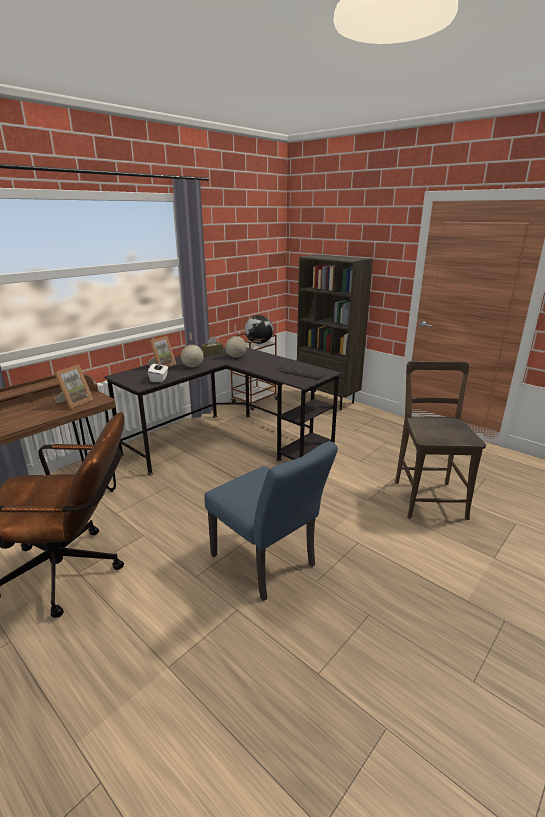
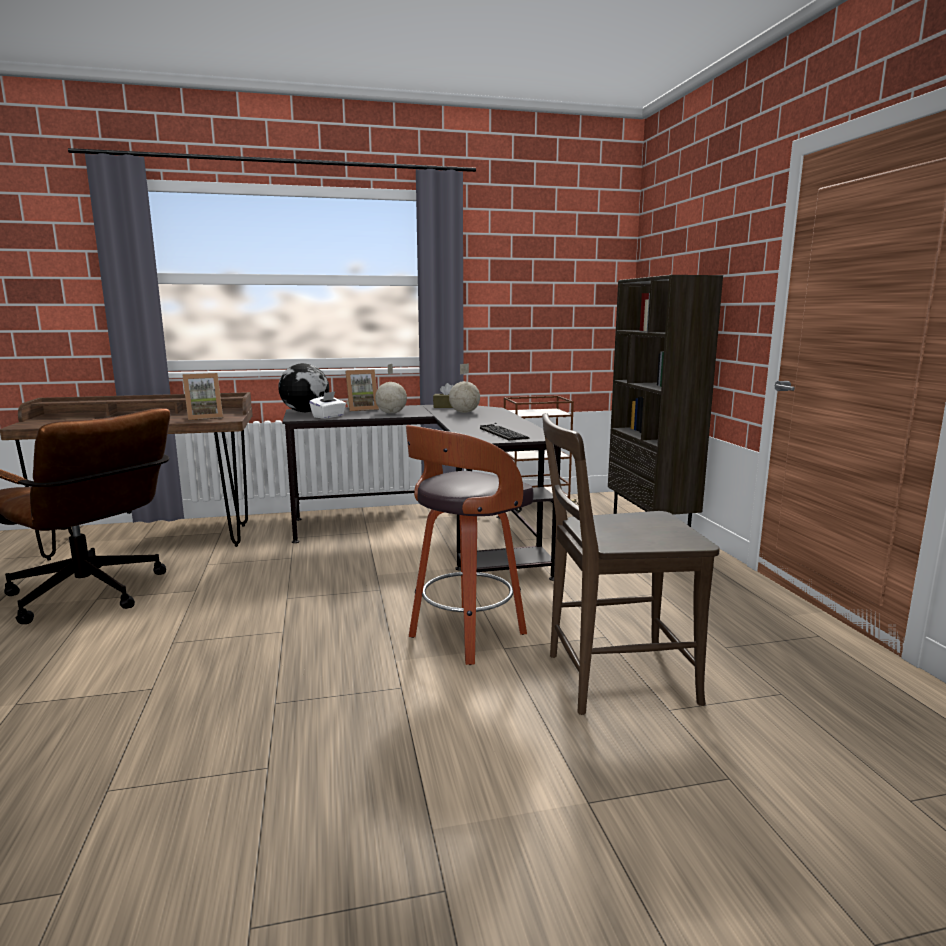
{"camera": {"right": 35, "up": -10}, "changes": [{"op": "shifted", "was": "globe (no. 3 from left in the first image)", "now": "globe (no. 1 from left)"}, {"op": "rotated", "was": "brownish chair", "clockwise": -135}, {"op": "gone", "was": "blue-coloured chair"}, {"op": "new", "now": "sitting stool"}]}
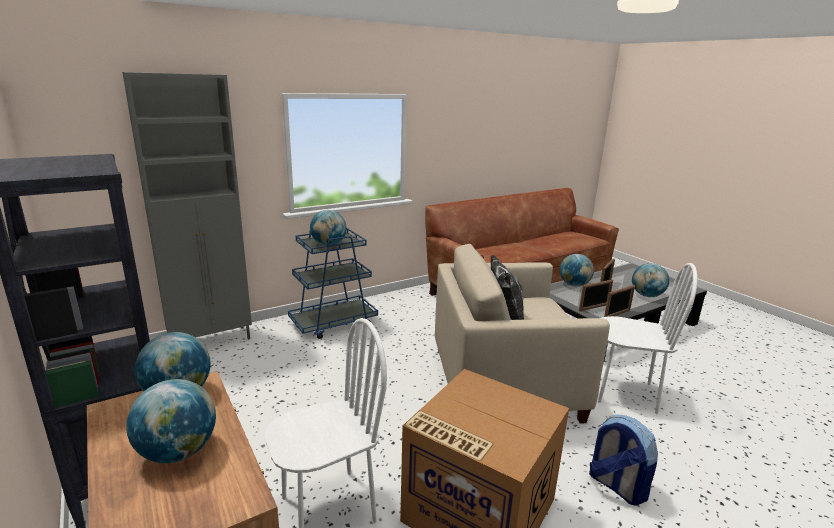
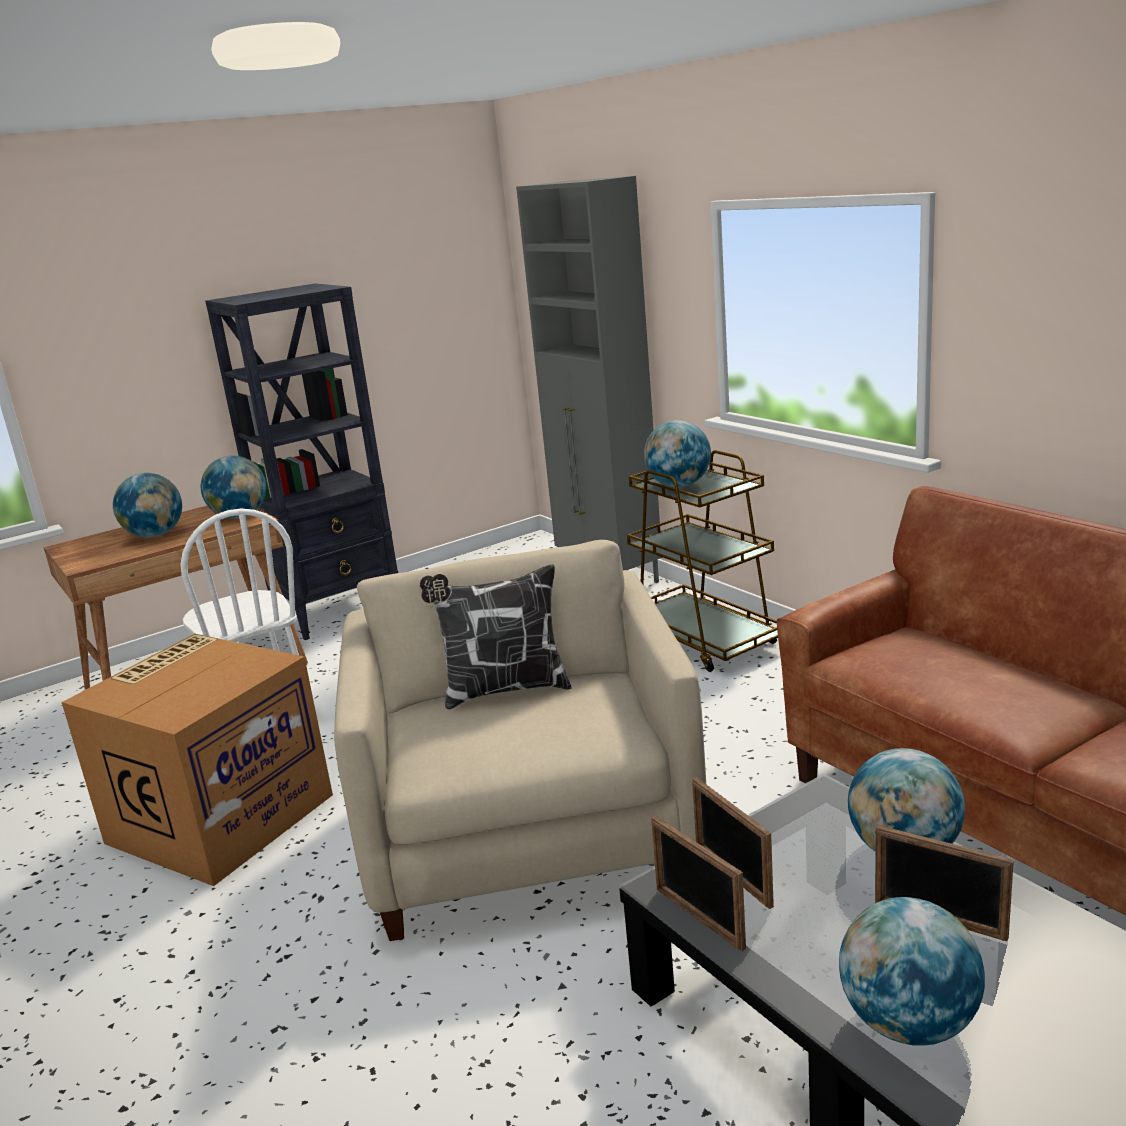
{"camera": {"right": 90, "up": 0}, "changes": [{"op": "repainted", "was": "blue-coloured trolley", "now": "brownish trolley"}, {"op": "gone", "was": "white-coloured chair (no. 2 from left)"}, {"op": "gone", "was": "knapsack"}]}
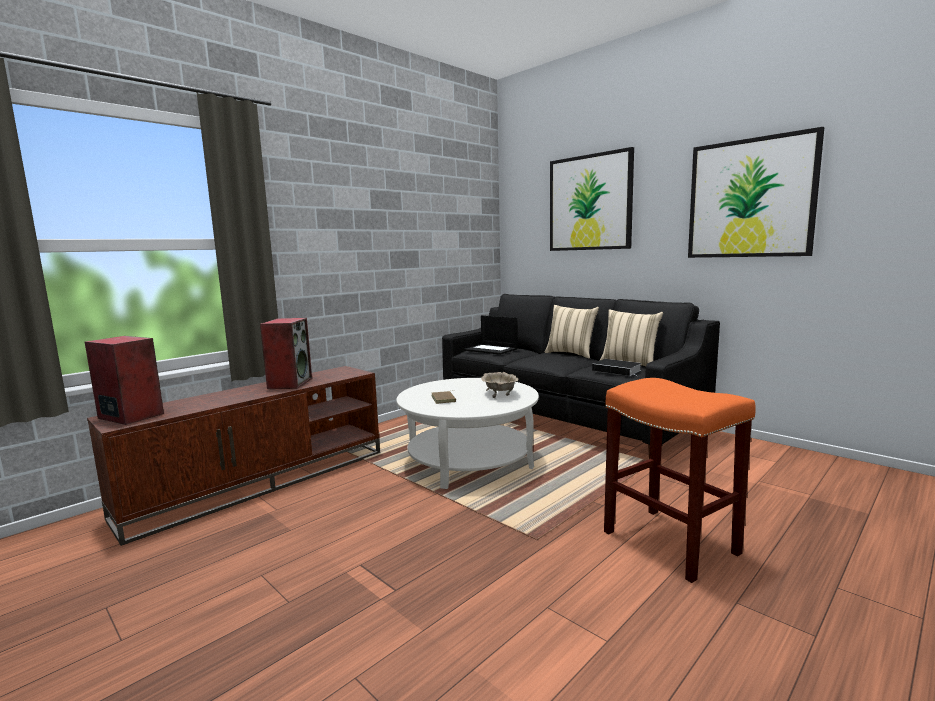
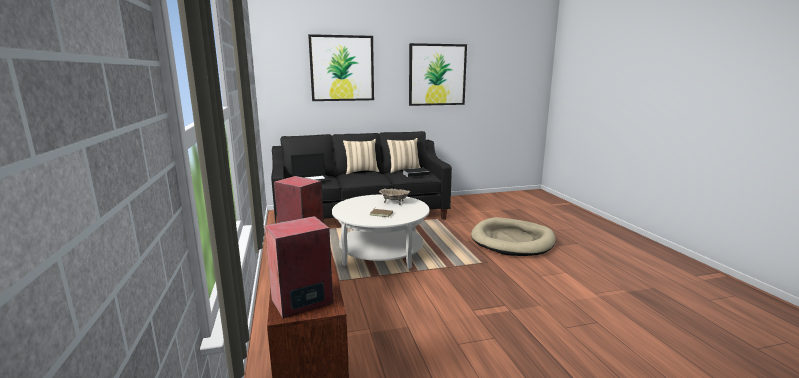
{"camera": {"right": -60, "up": 5}, "changes": [{"op": "swapped", "was": "orangey sitting stool", "now": "beige-coloured dog cushion"}]}
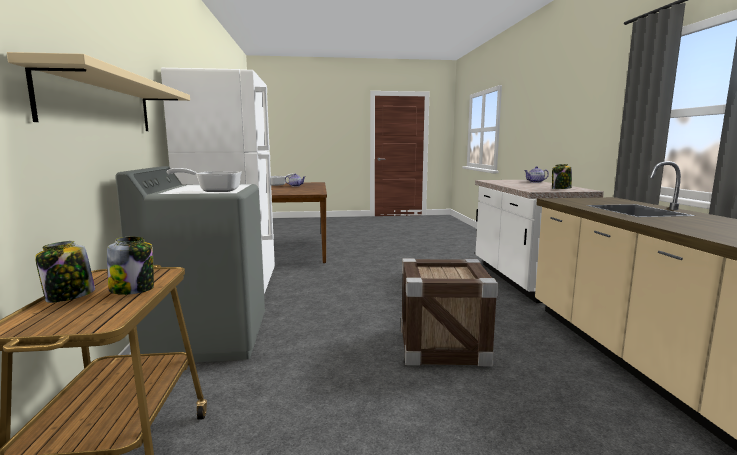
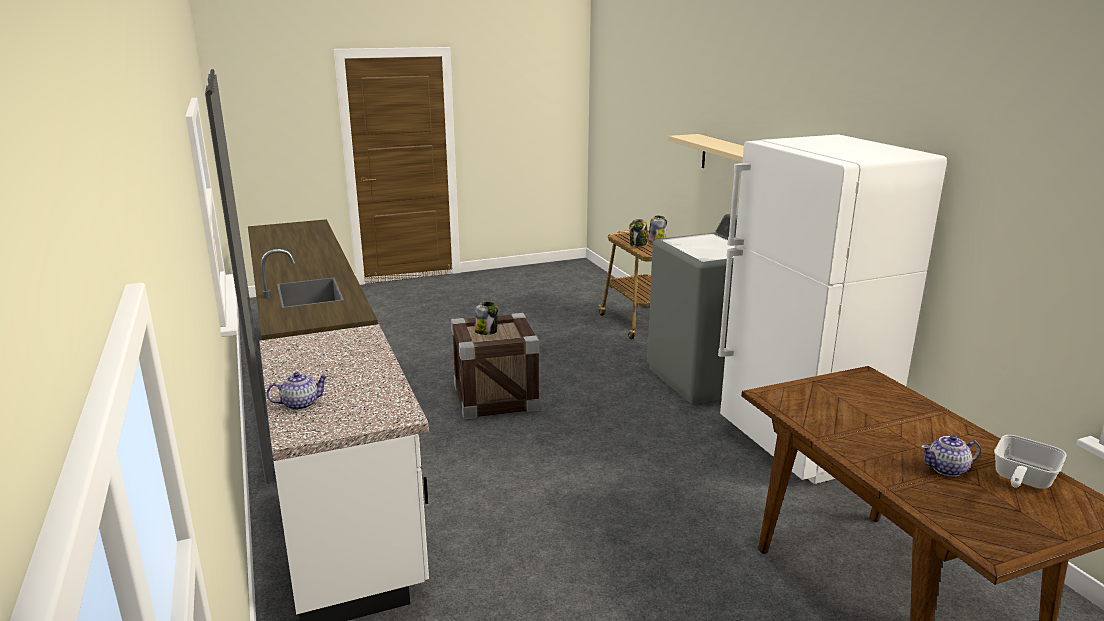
{"camera": {"right": 165, "up": 10}, "changes": [{"op": "shifted", "was": "jar (no. 3 from left in the first image)", "now": "jar (no. 1 from left)"}, {"op": "gone", "was": "frying pan (no. 1 from left)"}]}
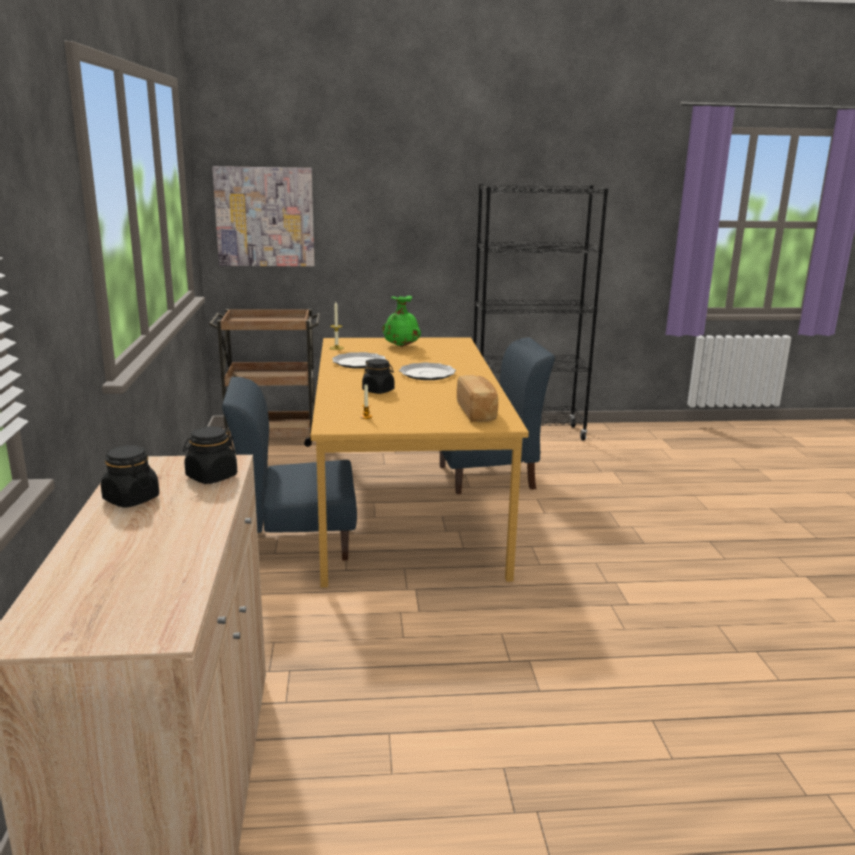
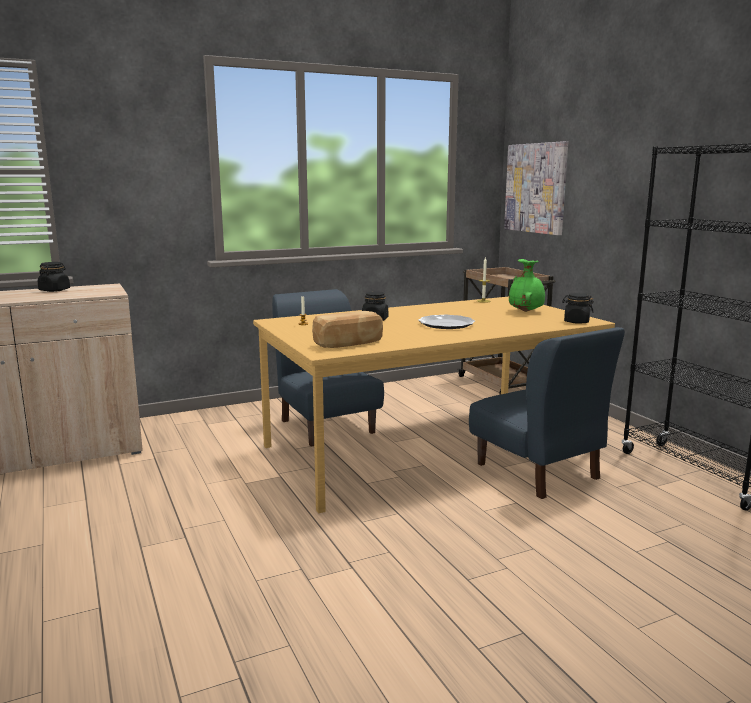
{"camera": {"right": 70, "up": -5}, "changes": [{"op": "gone", "was": "dinner plate (no. 1 from left)"}, {"op": "shifted", "was": "black jar (no. 2 from left in the first image)", "now": "black jar (no. 3 from left)"}]}
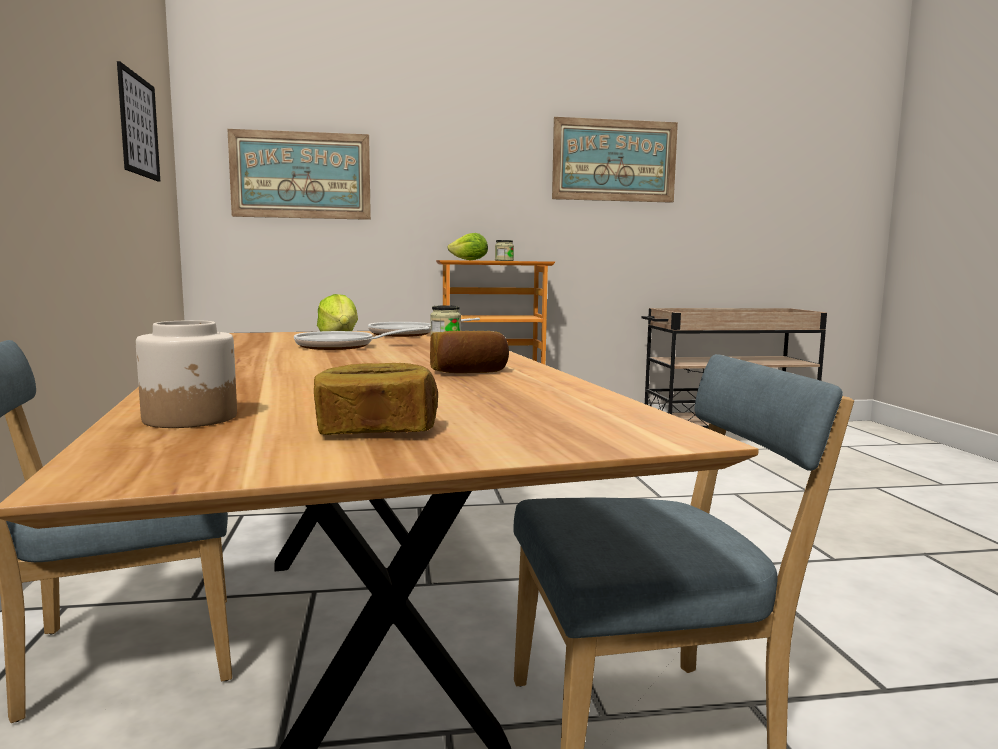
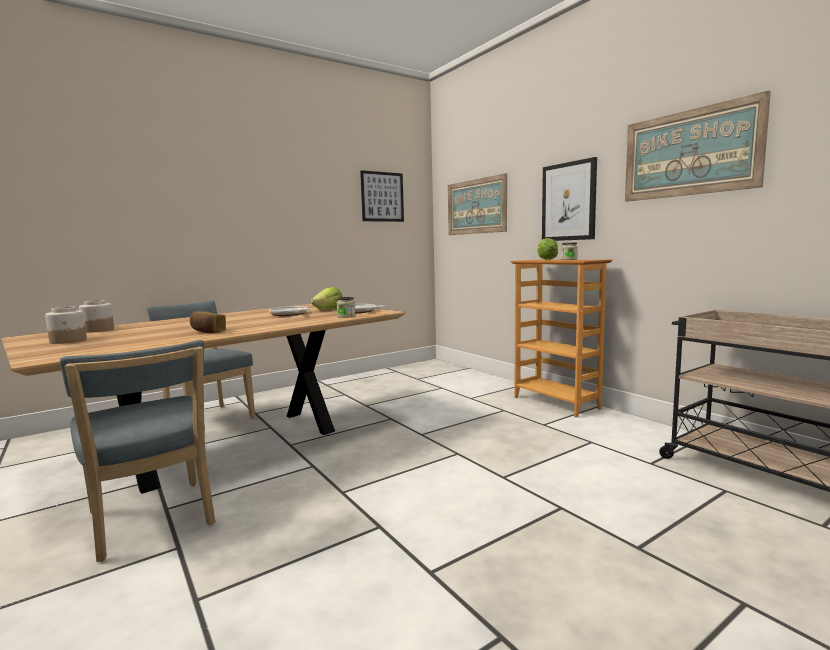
{"camera": {"right": 65, "up": 0}, "changes": [{"op": "swapped", "was": "bakery bread (no. 1 from left)", "now": "jar (no. 1 from left)"}, {"op": "new", "now": "picture (no. 3 from left)"}]}
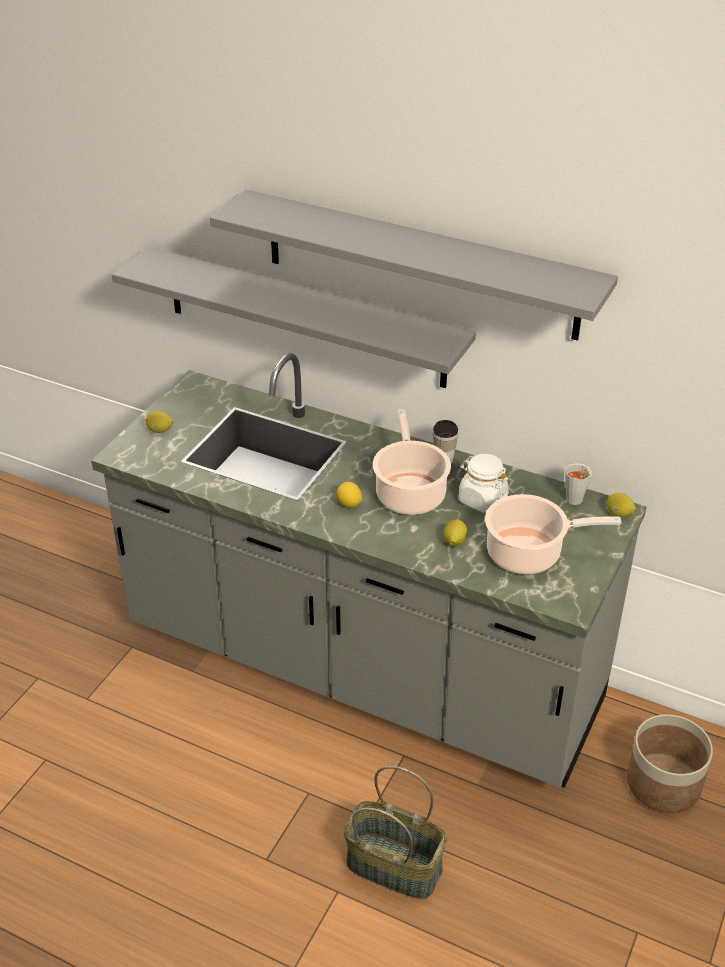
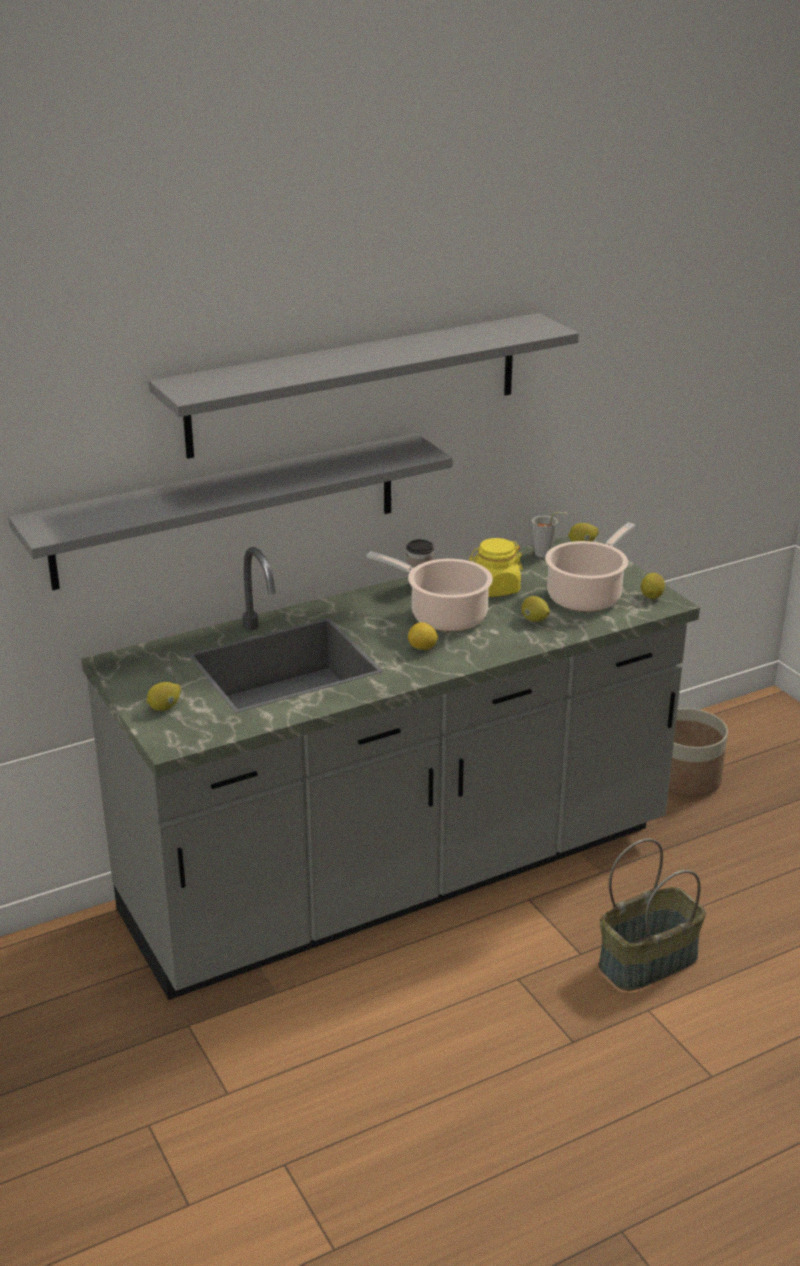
{"camera": {"right": -55, "up": -10}, "changes": [{"op": "repainted", "was": "white-coloured jar", "now": "yellowish jar"}, {"op": "new", "now": "citrus fruit (no. 5 from left)"}]}
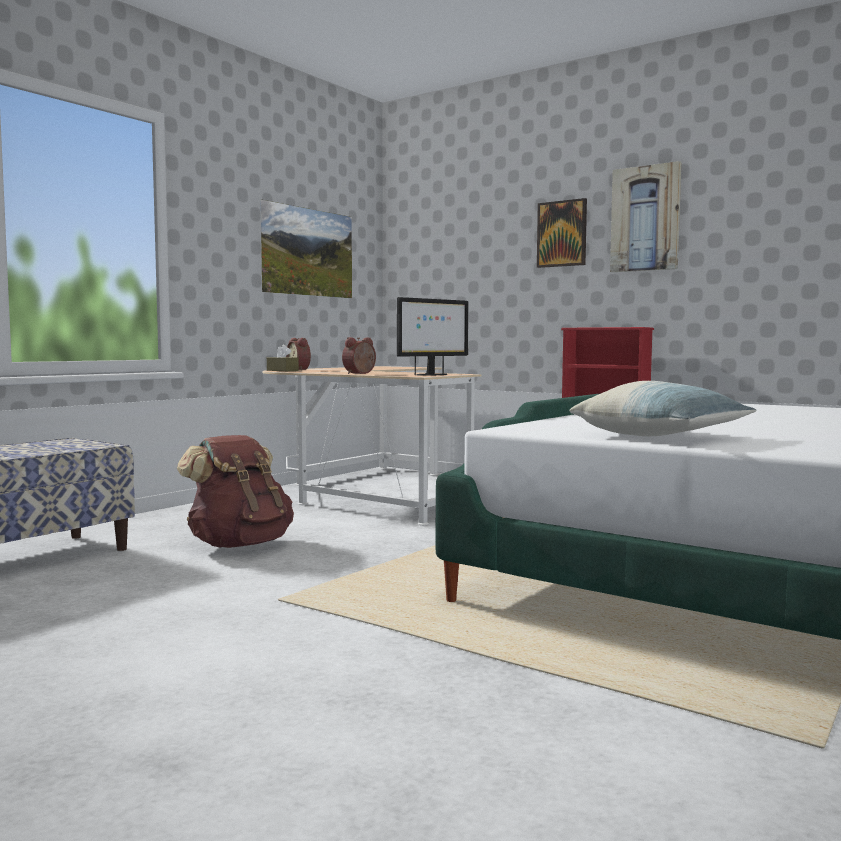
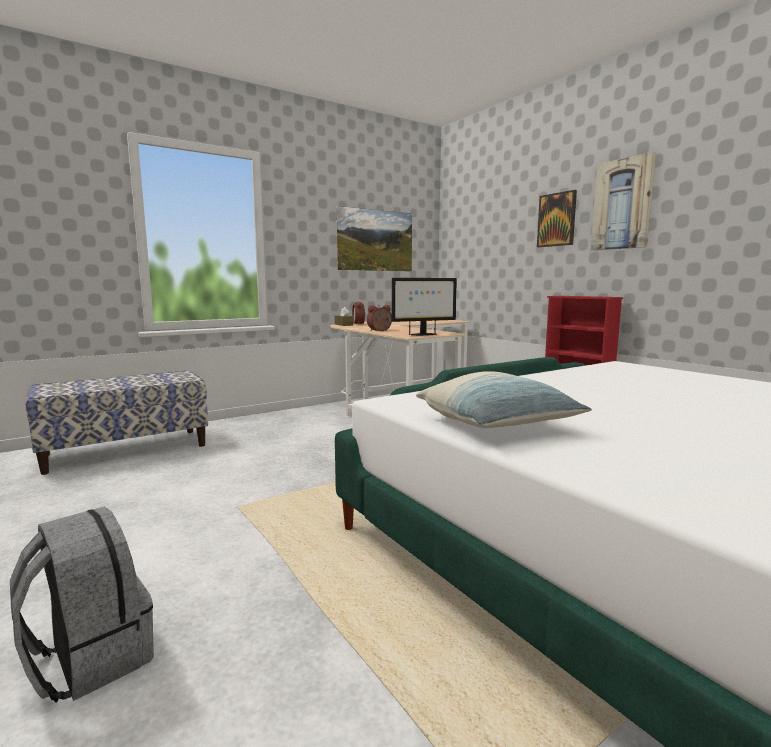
{"camera": {"right": 20, "up": 5}, "changes": [{"op": "gone", "was": "brownish knapsack"}, {"op": "new", "now": "gray knapsack"}]}
